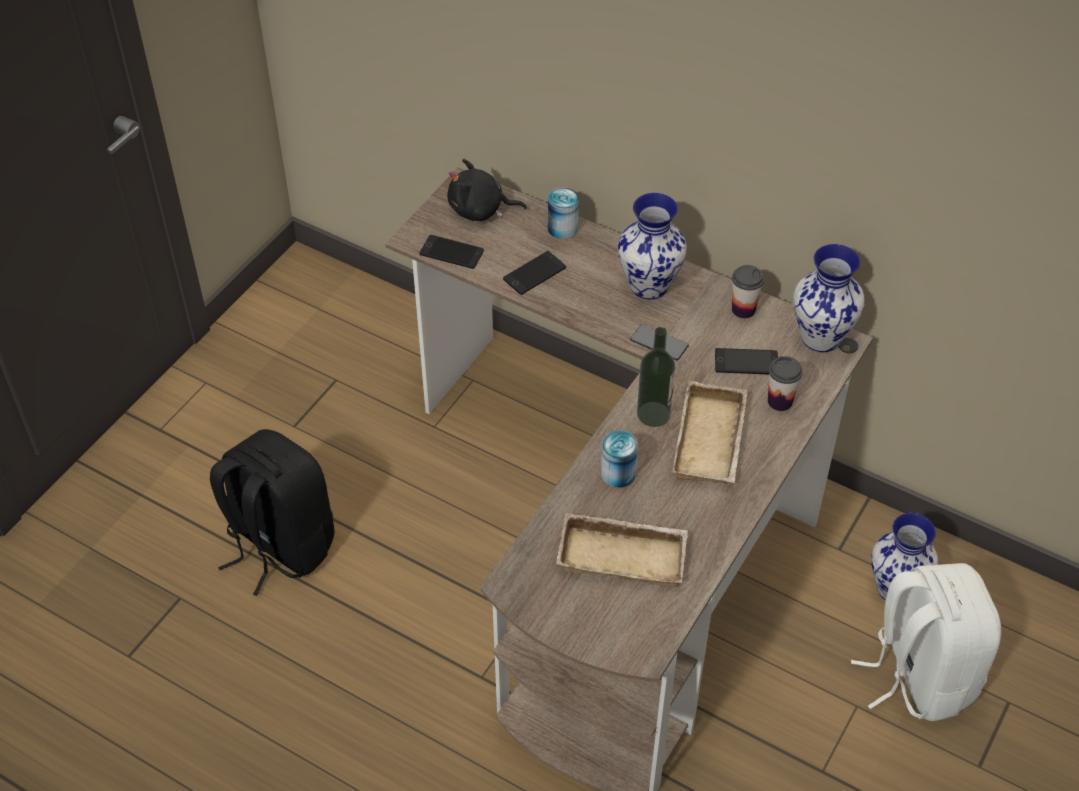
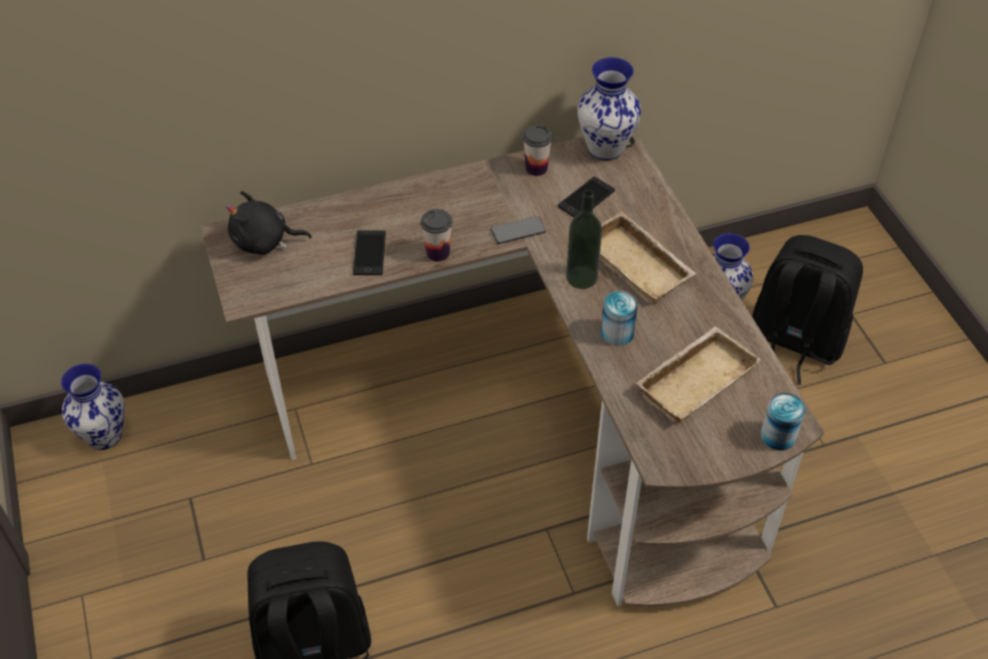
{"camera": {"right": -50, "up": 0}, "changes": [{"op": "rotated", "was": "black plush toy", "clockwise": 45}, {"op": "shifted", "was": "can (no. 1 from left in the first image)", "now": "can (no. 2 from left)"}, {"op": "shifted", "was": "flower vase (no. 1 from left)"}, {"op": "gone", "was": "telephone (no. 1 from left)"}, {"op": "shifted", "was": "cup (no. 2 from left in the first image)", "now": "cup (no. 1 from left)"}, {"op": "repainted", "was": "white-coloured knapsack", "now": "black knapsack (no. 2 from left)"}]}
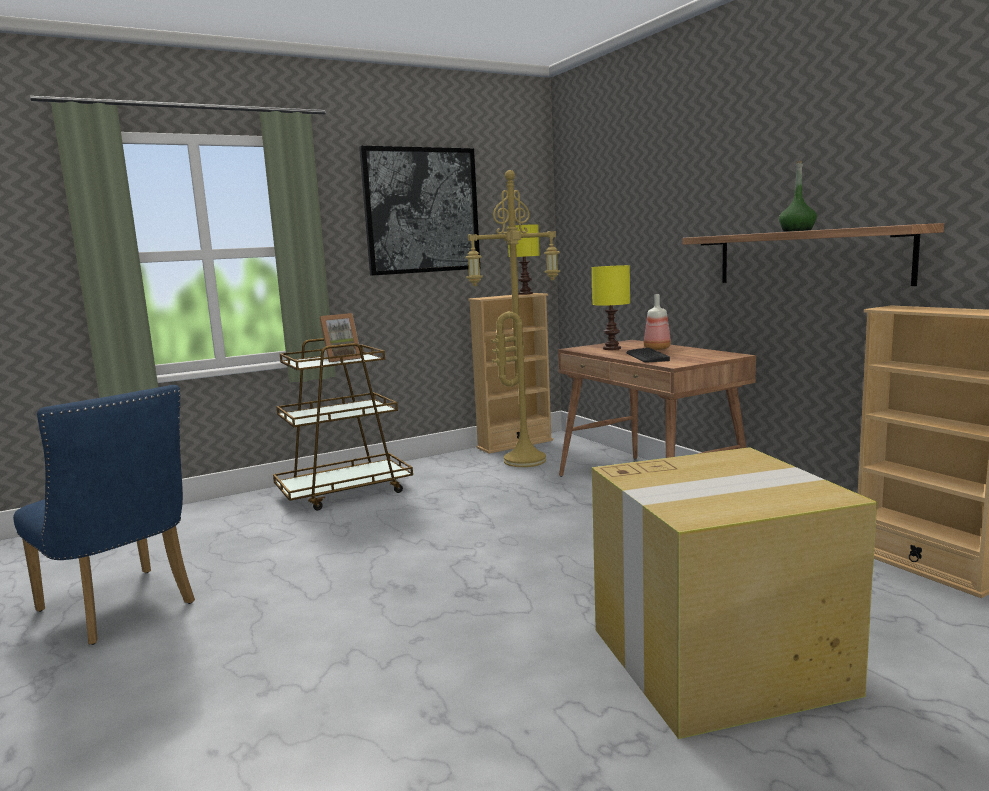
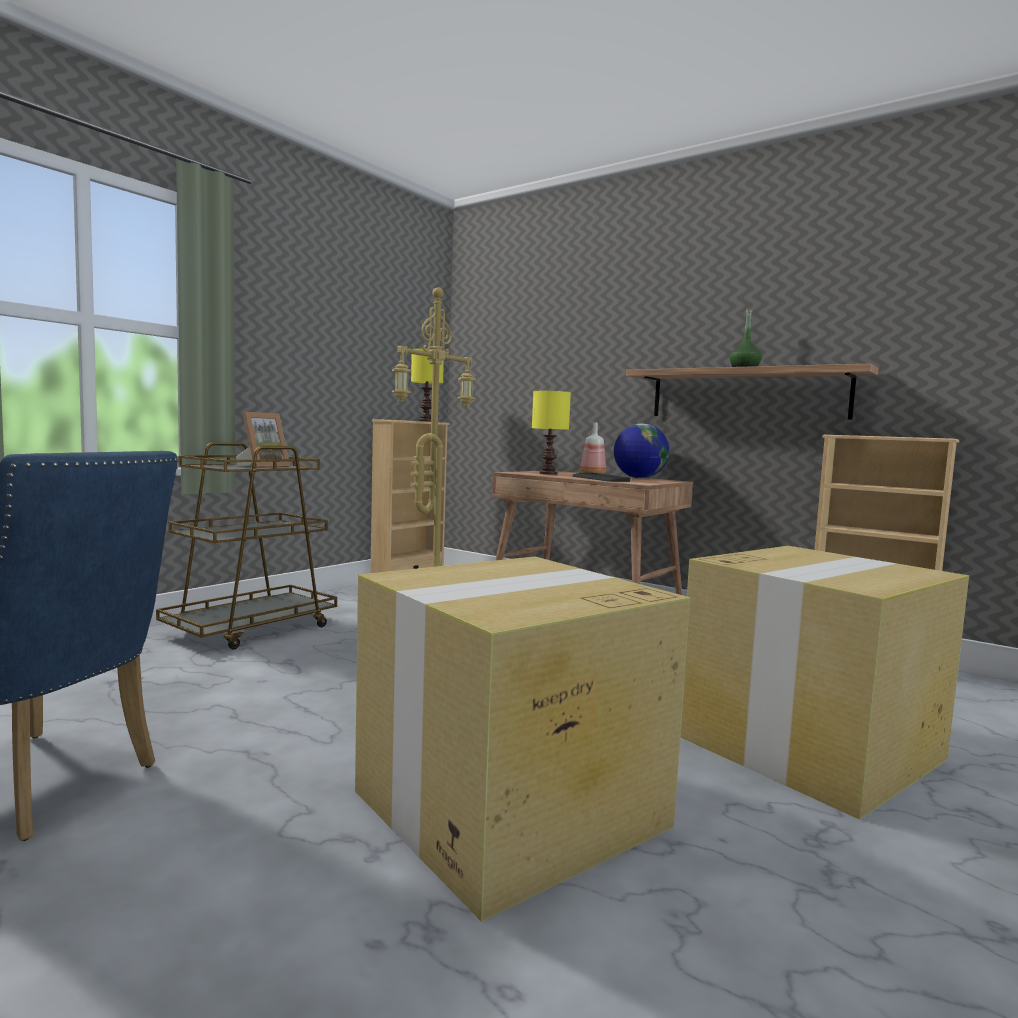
{"camera": {"right": -25, "up": -5}, "changes": [{"op": "gone", "was": "picture"}, {"op": "new", "now": "globe"}, {"op": "new", "now": "cardboard box (no. 1 from left)"}]}
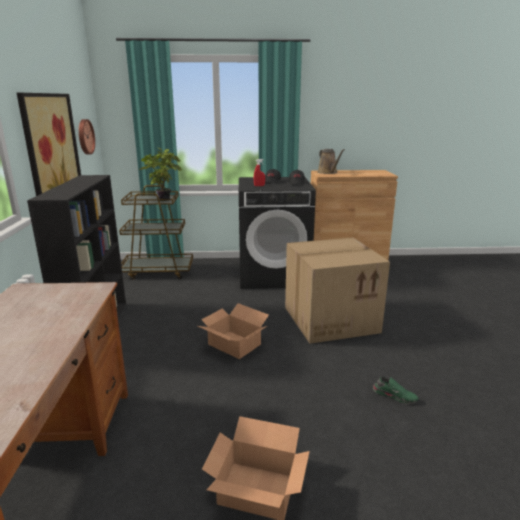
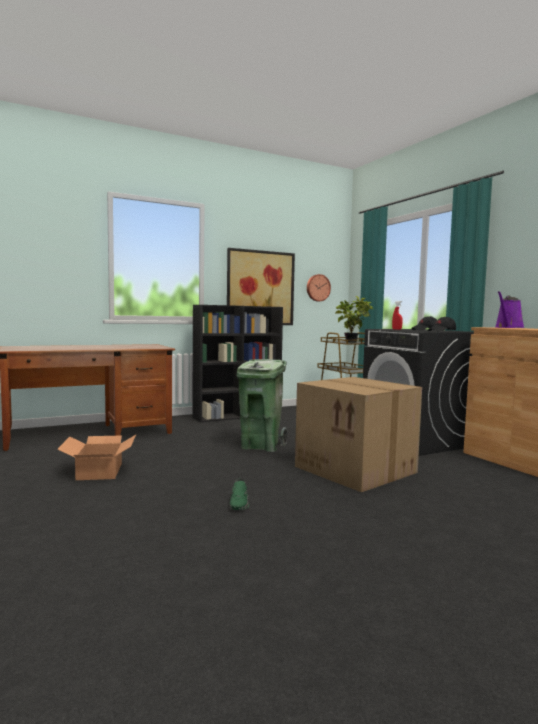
{"camera": {"right": 65, "up": -15}, "changes": [{"op": "repainted", "was": "brownish watering pot", "now": "purple-coloured watering pot"}, {"op": "swapped", "was": "cardboard box (no. 1 from left)", "now": "green waste bin"}]}
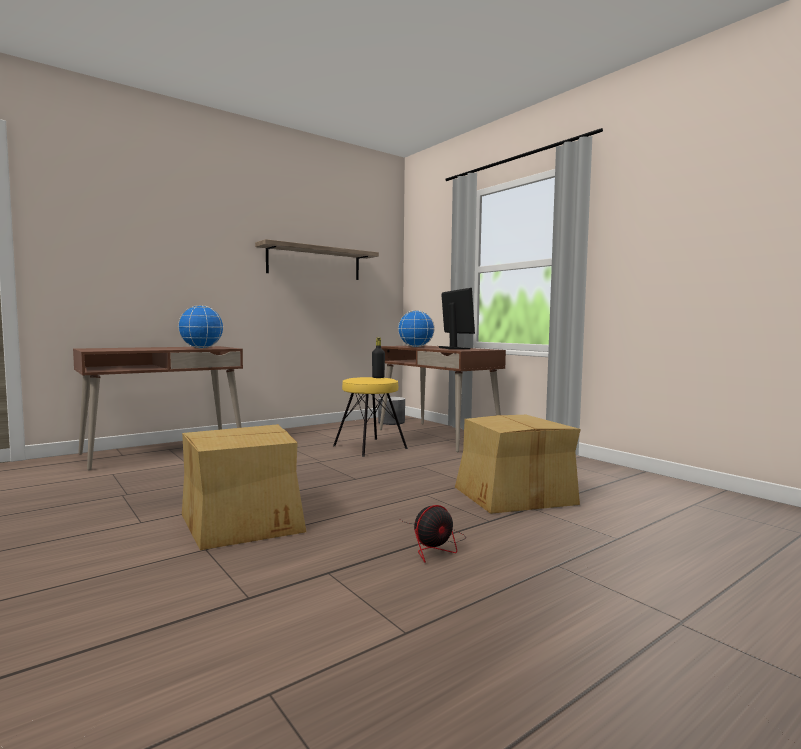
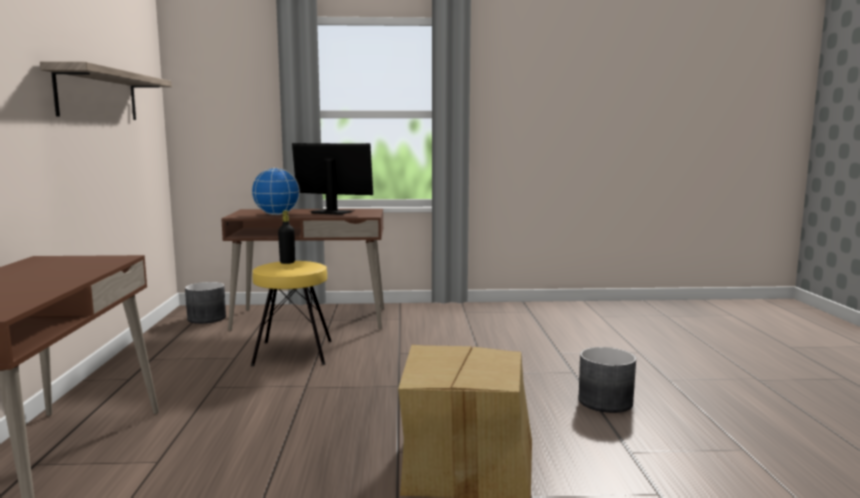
{"camera": {"right": -55, "up": 5}, "changes": [{"op": "gone", "was": "globe (no. 1 from left)"}, {"op": "gone", "was": "cardboard box (no. 2 from left)"}, {"op": "swapped", "was": "electric fan", "now": "gray flower pot (no. 2 from left)"}]}
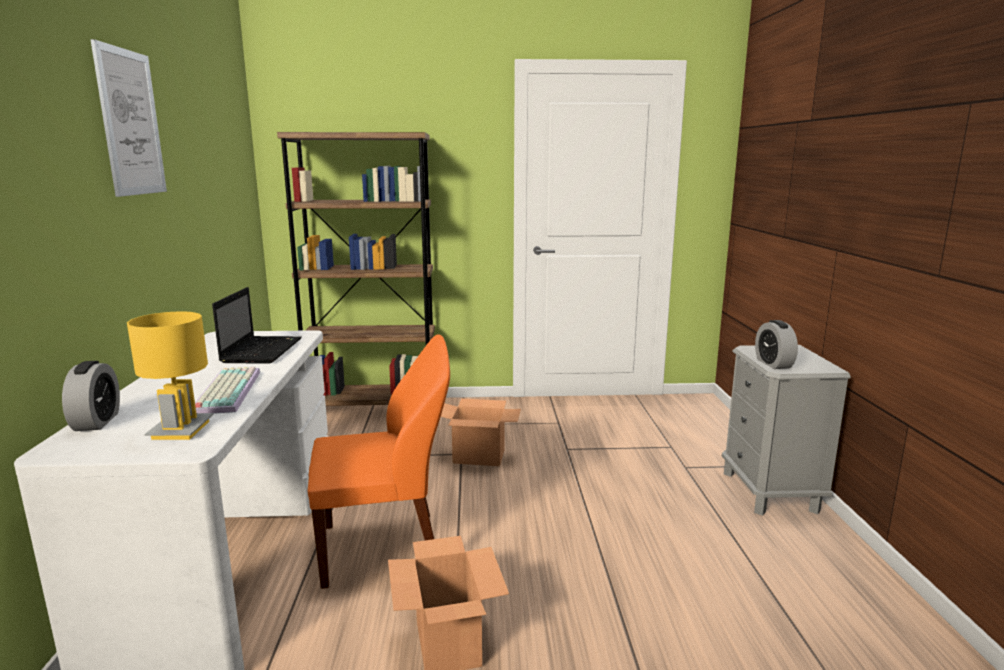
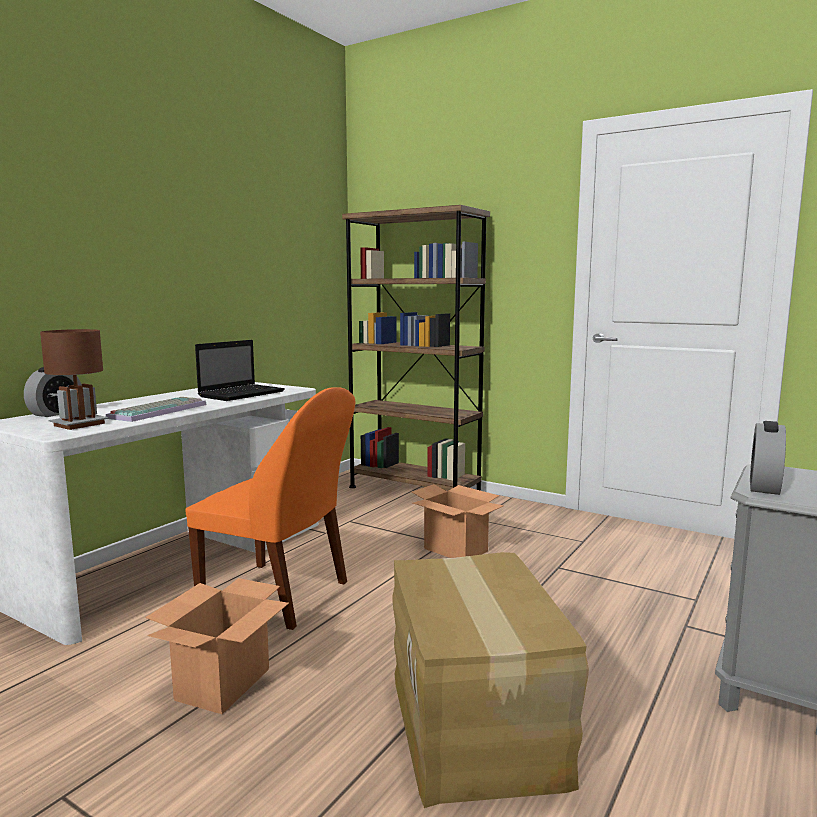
{"camera": {"right": 35, "up": -5}, "changes": [{"op": "gone", "was": "picture"}, {"op": "repainted", "was": "yellowish tabletop lamp", "now": "brownish tabletop lamp"}, {"op": "new", "now": "cardboard box (no. 3 from left)"}]}
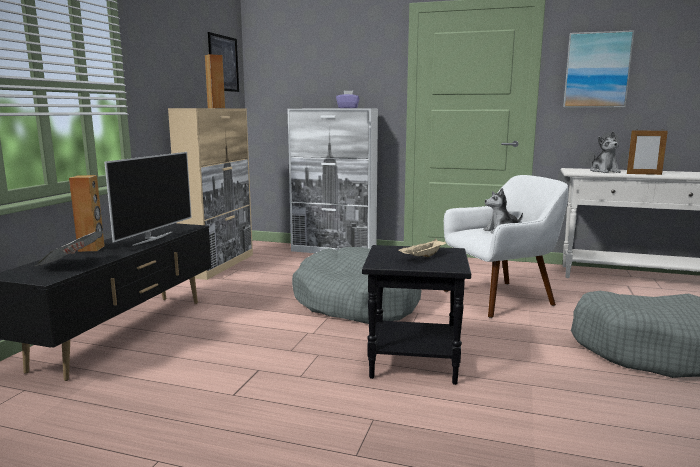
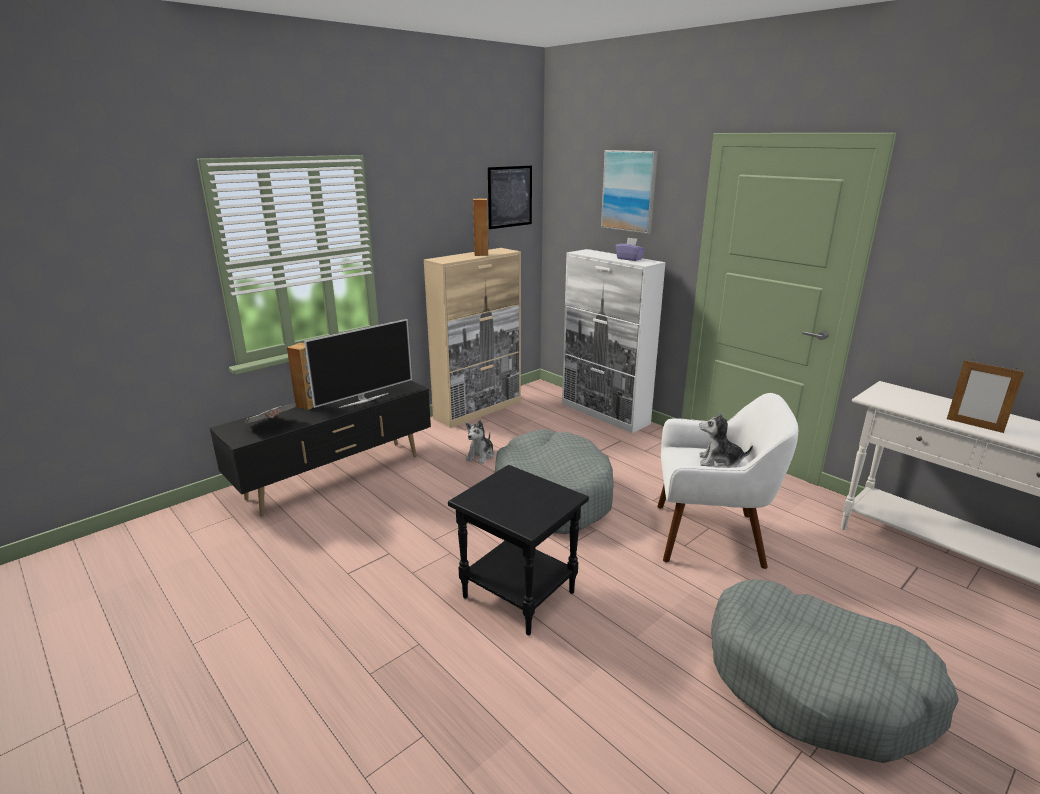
{"camera": {"right": 30, "up": 10}, "changes": [{"op": "shifted", "was": "picture (no. 2 from left)"}, {"op": "shifted", "was": "plush toy (no. 2 from left in the first image)", "now": "plush toy (no. 1 from left)"}, {"op": "gone", "was": "beige-coloured tray"}]}
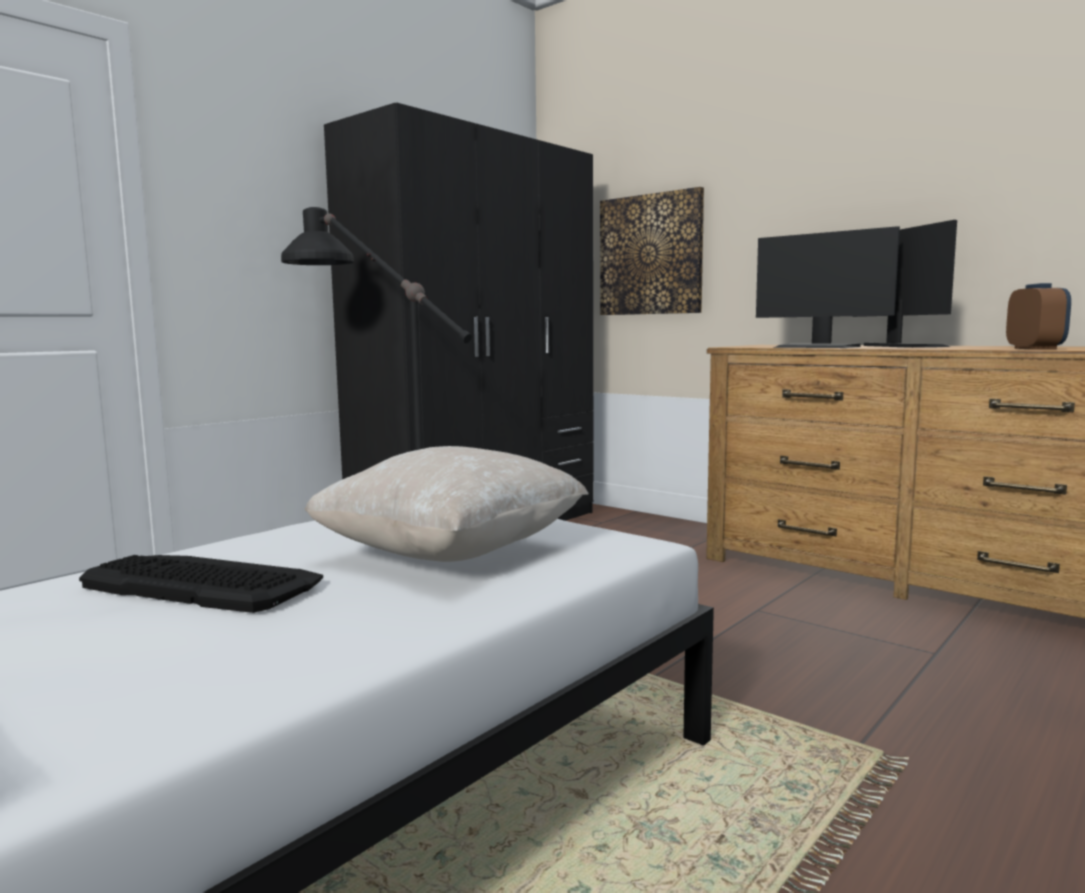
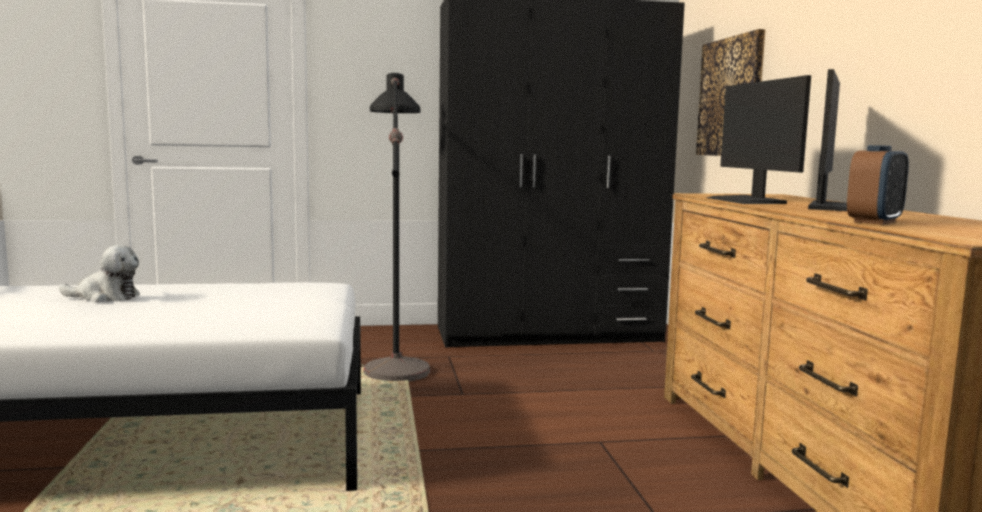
{"camera": {"right": 40, "up": 0}, "changes": [{"op": "gone", "was": "beige-coloured throw pillow"}, {"op": "swapped", "was": "computer keyboard", "now": "plush toy"}]}
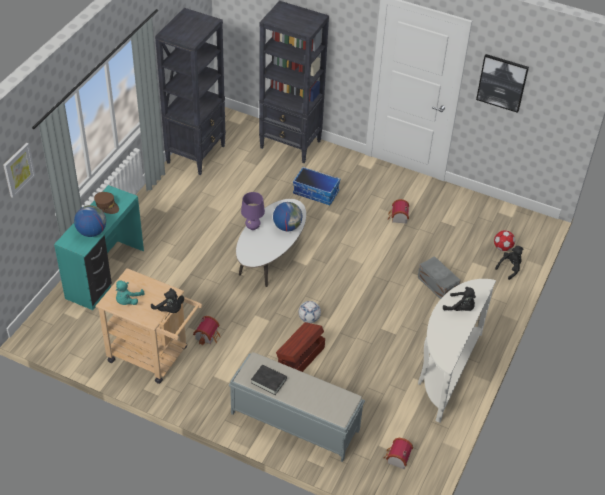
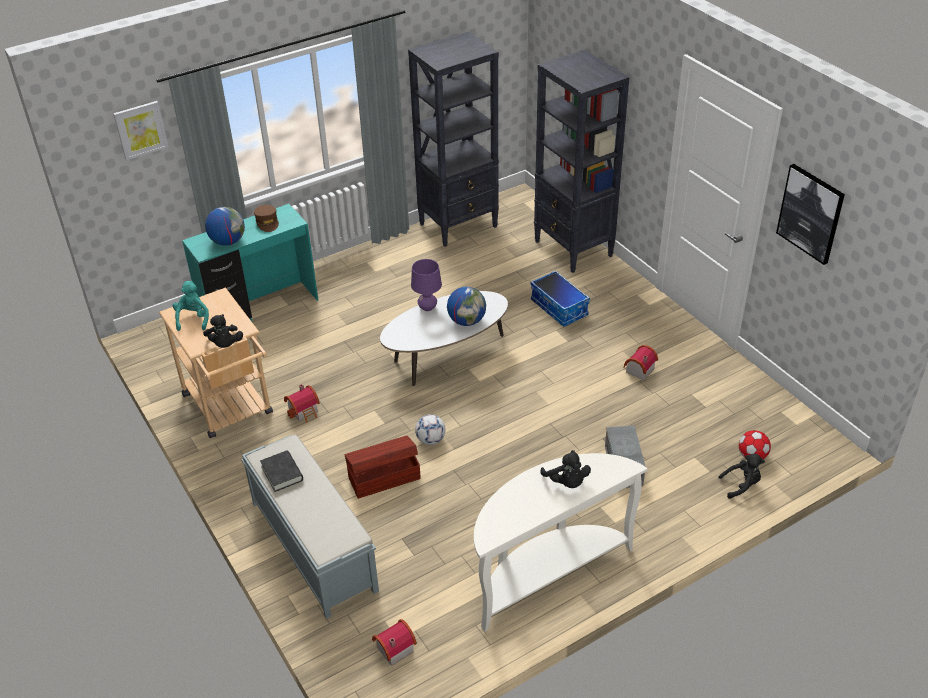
{"camera": {"right": 35, "up": -5}, "changes": [{"op": "rotated", "was": "turquoise plush toy", "clockwise": 120}]}
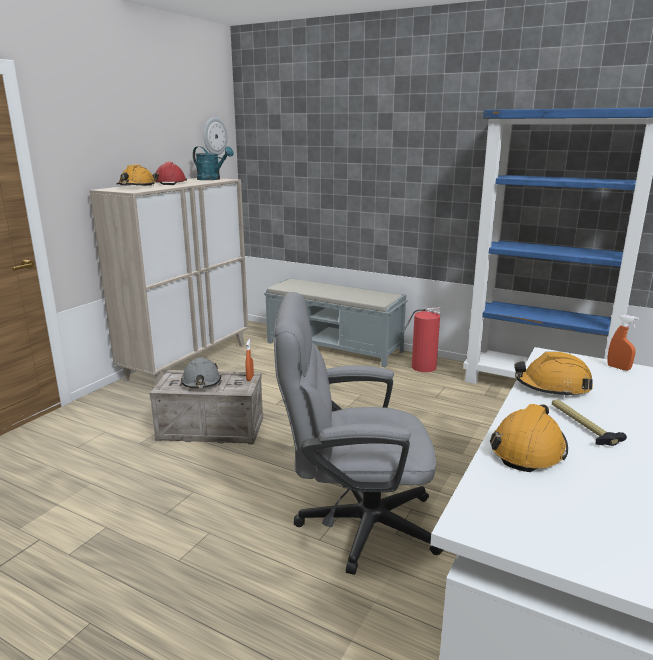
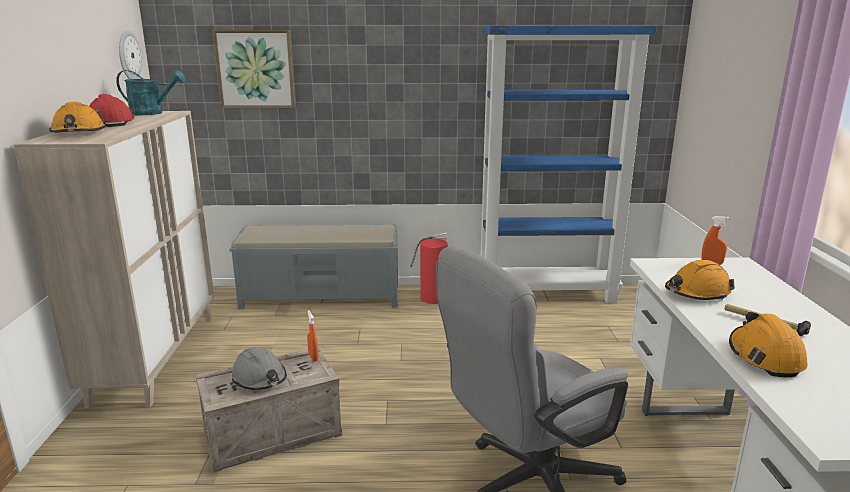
{"camera": {"right": -30, "up": 0}, "changes": [{"op": "new", "now": "picture"}]}
